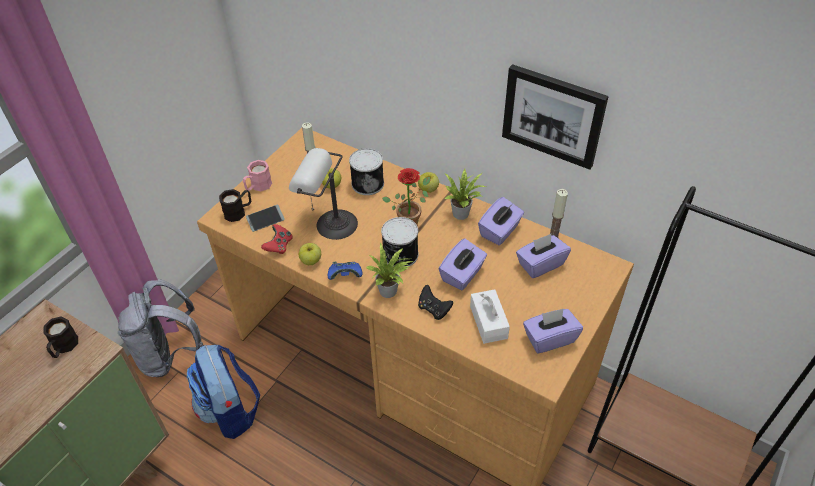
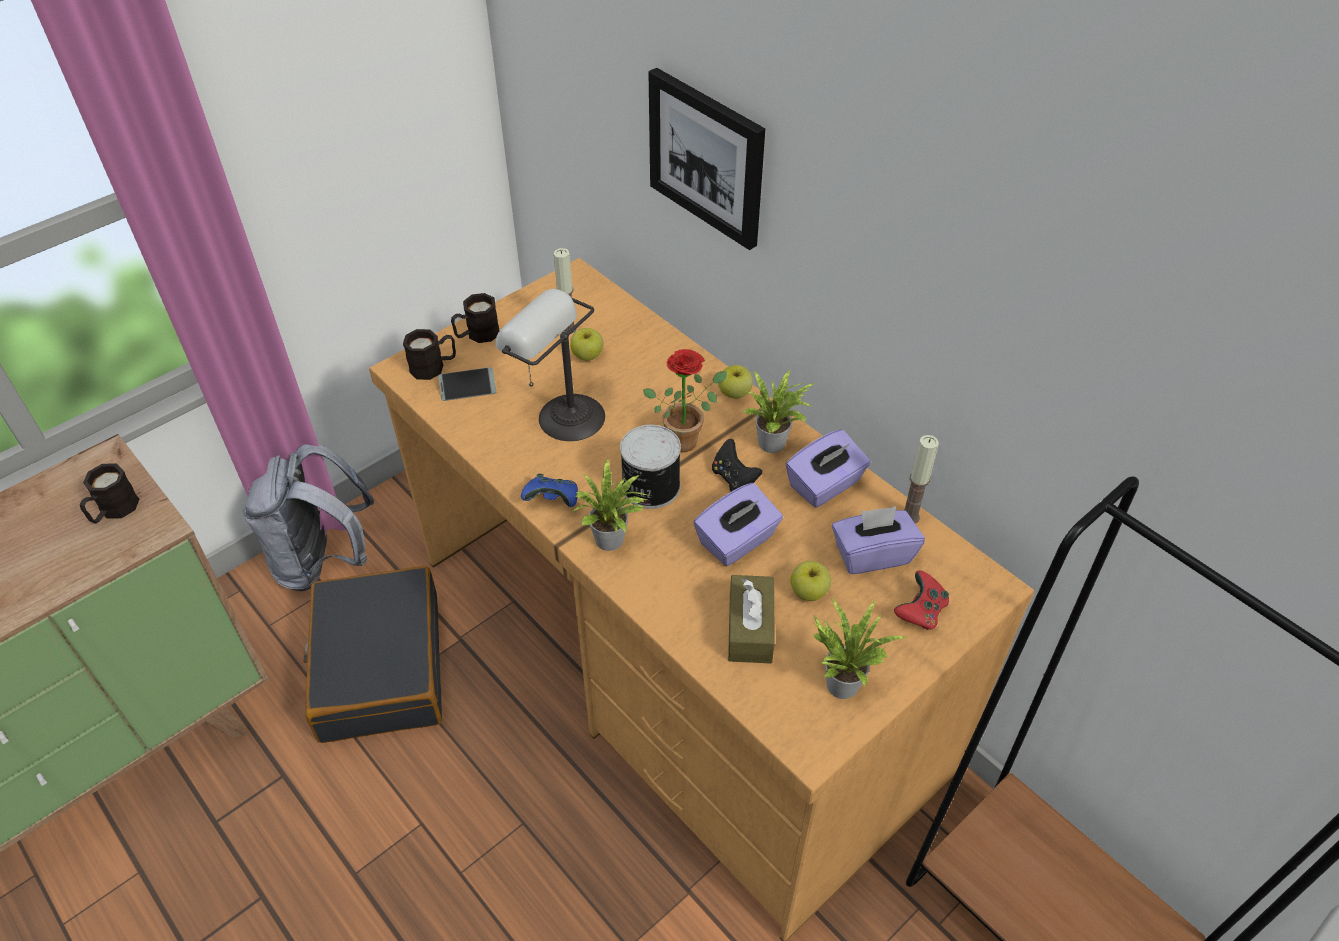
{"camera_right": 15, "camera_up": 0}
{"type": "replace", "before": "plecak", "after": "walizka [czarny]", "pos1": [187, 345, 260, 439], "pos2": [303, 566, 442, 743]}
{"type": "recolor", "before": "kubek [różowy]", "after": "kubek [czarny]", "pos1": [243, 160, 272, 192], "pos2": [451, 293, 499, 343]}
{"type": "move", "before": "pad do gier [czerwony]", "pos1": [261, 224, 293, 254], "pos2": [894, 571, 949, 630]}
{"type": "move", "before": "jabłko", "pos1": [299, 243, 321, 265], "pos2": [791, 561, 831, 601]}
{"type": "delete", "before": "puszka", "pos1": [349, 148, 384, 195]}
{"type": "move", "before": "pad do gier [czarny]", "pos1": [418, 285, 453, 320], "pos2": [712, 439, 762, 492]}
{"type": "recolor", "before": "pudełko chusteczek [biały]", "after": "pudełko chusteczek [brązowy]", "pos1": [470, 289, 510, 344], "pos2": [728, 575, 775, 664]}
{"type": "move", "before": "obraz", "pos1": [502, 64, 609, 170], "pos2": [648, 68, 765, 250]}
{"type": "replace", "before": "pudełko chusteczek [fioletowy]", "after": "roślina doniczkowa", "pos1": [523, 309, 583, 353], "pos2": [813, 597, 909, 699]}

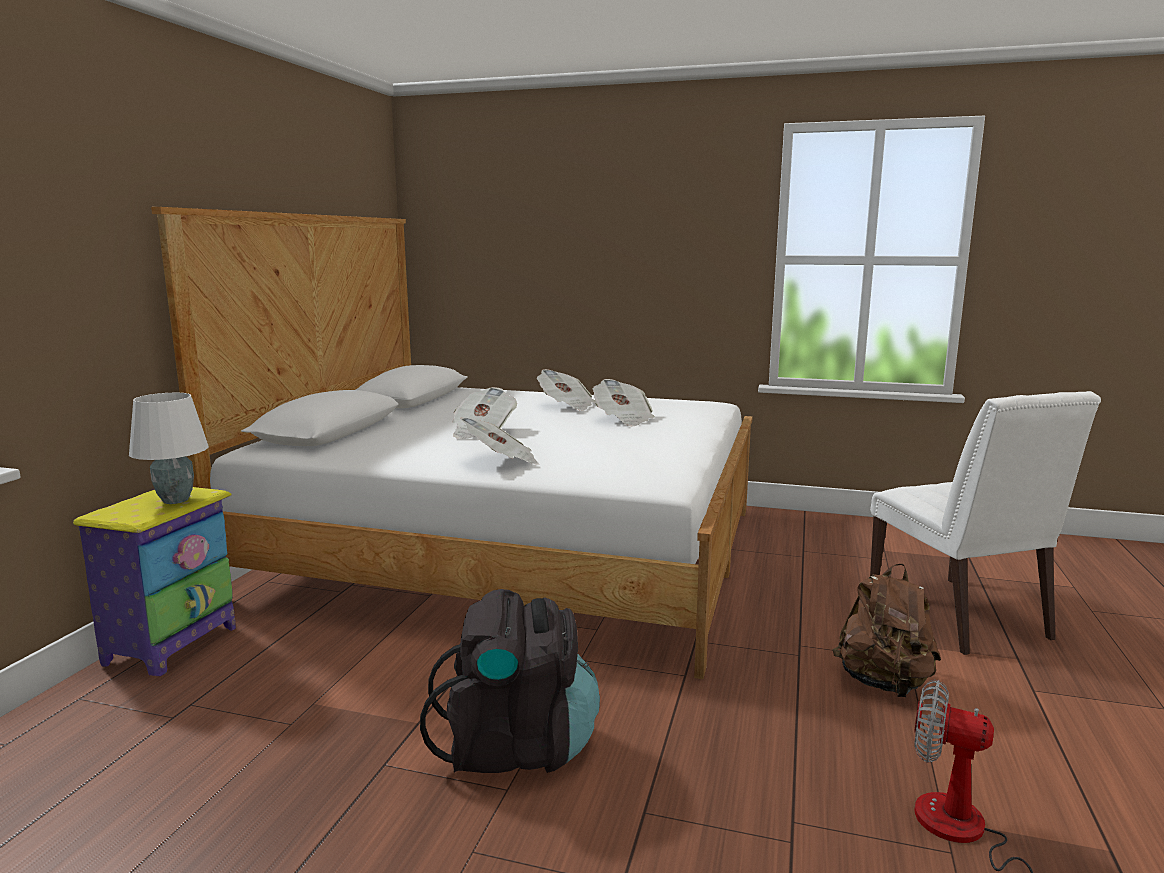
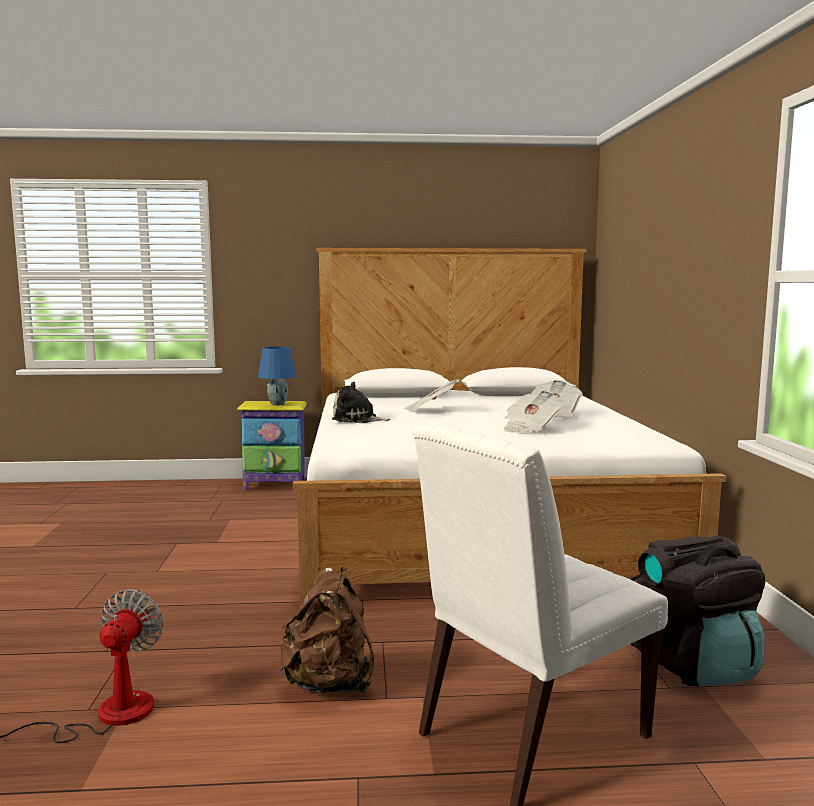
{"camera_right": 70, "camera_up": -5}
{"type": "recolor", "before": "lampa stołowa [biały]", "after": "lampa stołowa [niebieski]", "pos1": [129, 393, 209, 504], "pos2": [258, 347, 296, 406]}
{"type": "move", "before": "plecak [czarny]", "pos1": [420, 589, 600, 773], "pos2": [630, 536, 765, 686]}
{"type": "replace", "before": "gazeta", "after": "pluszak", "pos1": [460, 417, 540, 465], "pos2": [332, 382, 391, 423]}

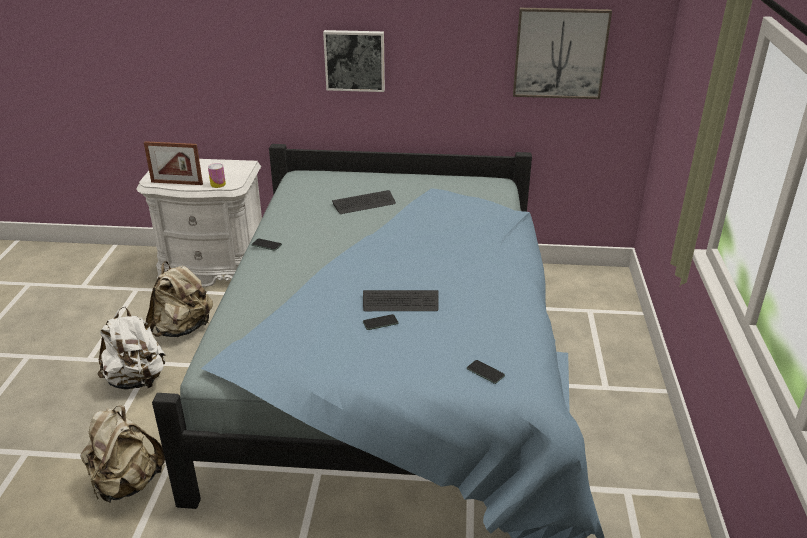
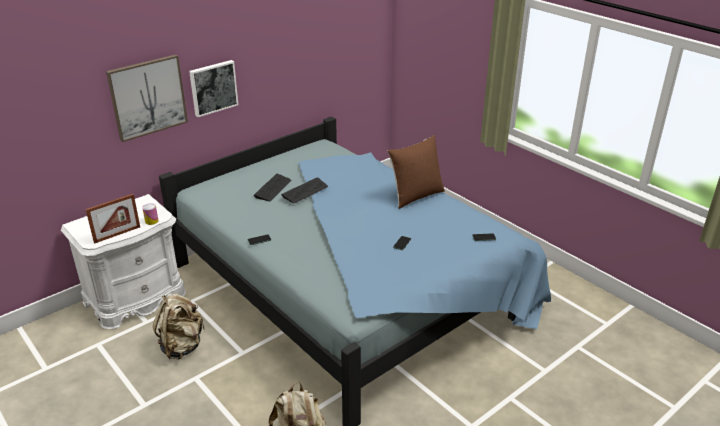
{"camera_right": -45, "camera_up": 0}
{"type": "delete", "before": "plecak [biały]", "pos1": [97, 306, 166, 390]}
{"type": "move", "before": "klawiatura", "pos1": [363, 290, 439, 311], "pos2": [281, 177, 328, 203]}
{"type": "move", "before": "obraz", "pos1": [513, 8, 612, 99], "pos2": [106, 54, 188, 142]}
{"type": "insert", "after": "poduszka [brązowy]", "pos2": [387, 135, 445, 209]}

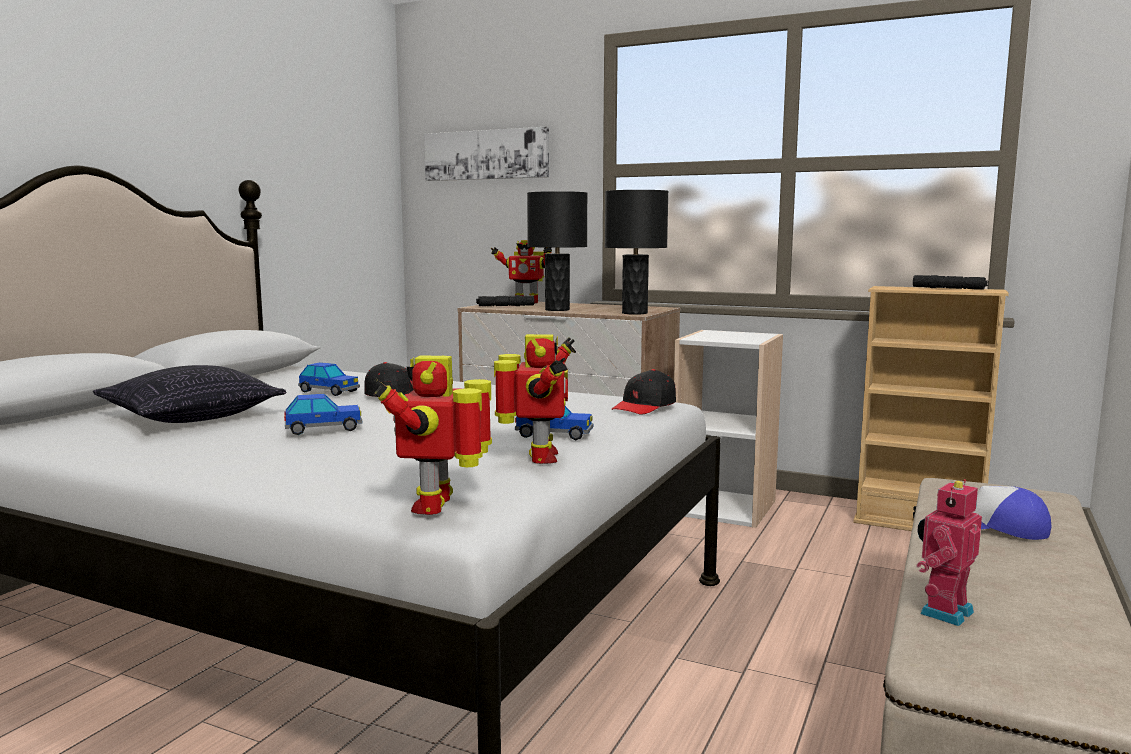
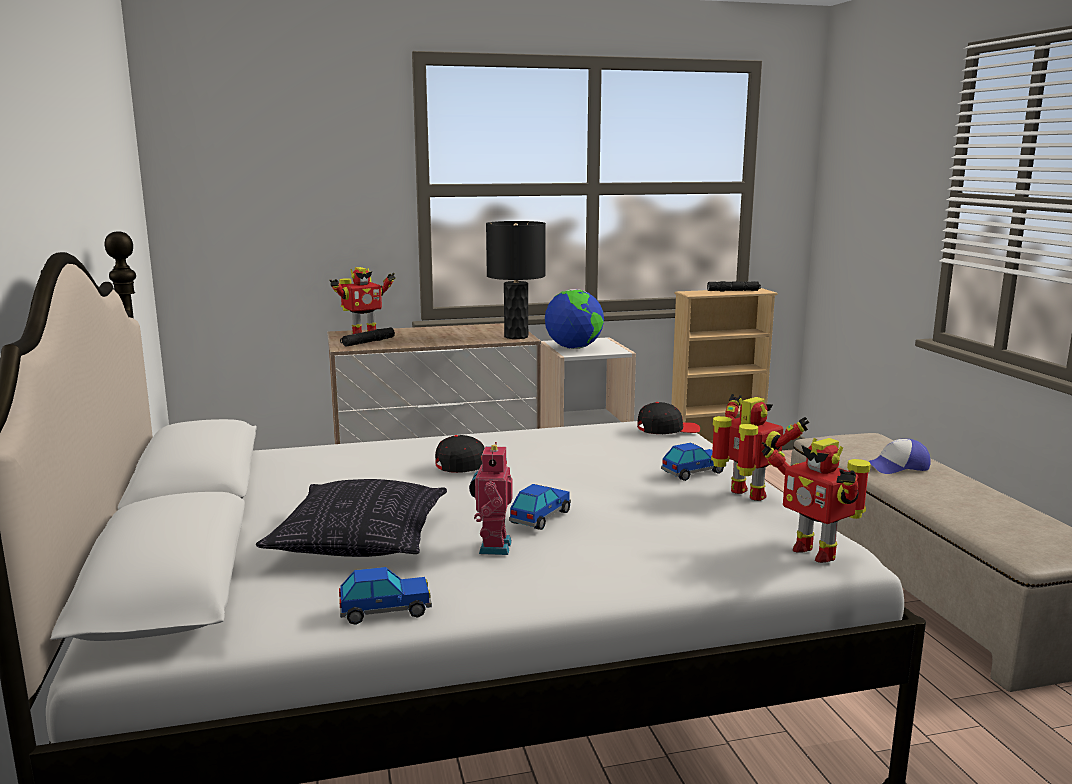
{"camera_right": -40, "camera_up": 5}
{"type": "move", "before": "samochodzik", "pos1": [298, 362, 360, 396], "pos2": [339, 567, 432, 625]}
{"type": "delete", "before": "obraz", "pos1": [424, 127, 549, 181]}
{"type": "delete", "before": "lampa stołowa [czarny]", "pos1": [527, 191, 588, 311]}
{"type": "rotate", "before": "czapka z daszkiem [czarny]", "pos1": [612, 369, 676, 415], "pos2": [637, 402, 700, 434], "turn": -105}
{"type": "move", "before": "robot zabawkowy", "pos1": [917, 479, 982, 626], "pos2": [469, 442, 513, 555]}
{"type": "insert", "after": "globus", "pos2": [545, 289, 604, 349]}

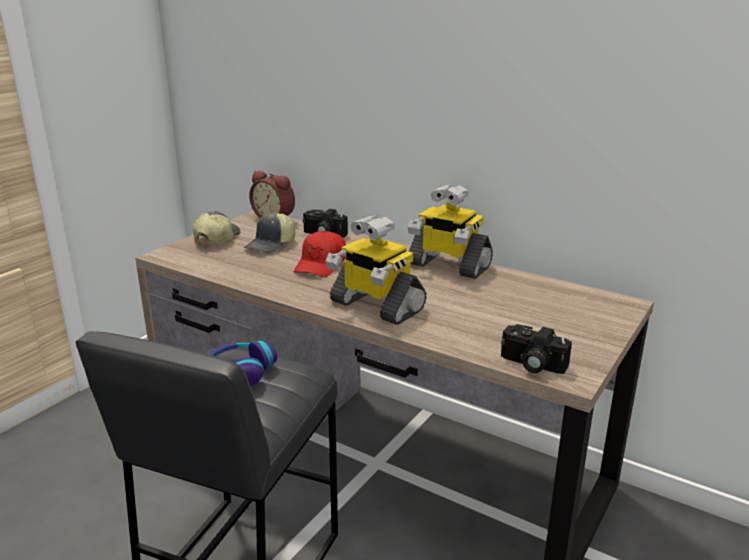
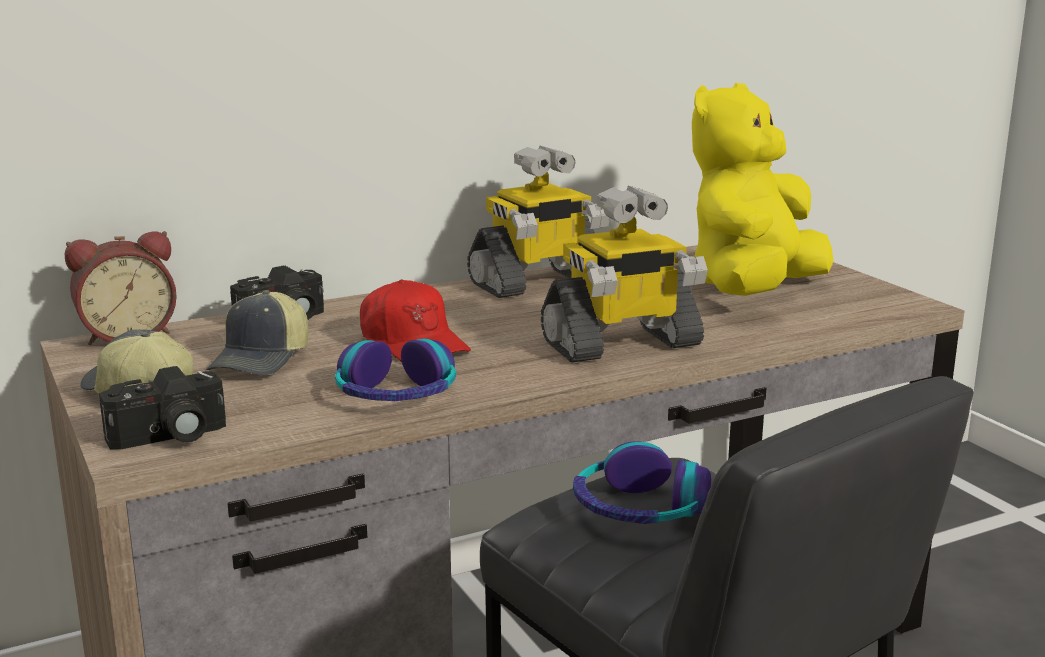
{"camera_right": -60, "camera_up": -5}
{"type": "rotate", "before": "czapka z daszkiem", "pos1": [244, 213, 295, 253], "pos2": [206, 290, 308, 375], "turn": 45}
{"type": "move", "before": "aparat fotograficzny", "pos1": [501, 324, 572, 374], "pos2": [99, 366, 226, 449]}
{"type": "insert", "after": "słuchawki", "pos2": [335, 339, 456, 401]}
{"type": "insert", "after": "pluszak [żółty]", "pos2": [692, 83, 834, 296]}

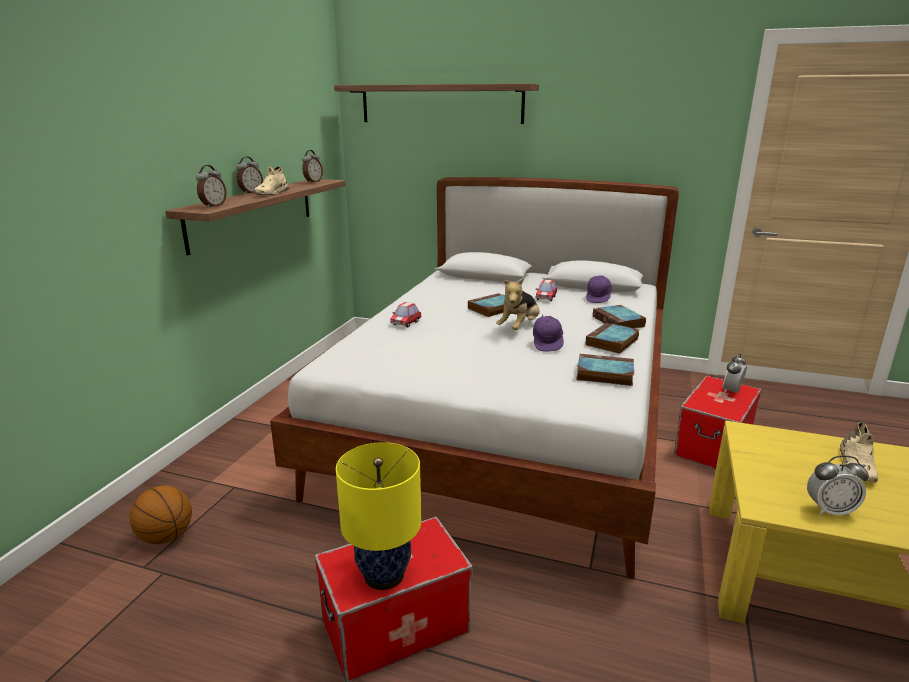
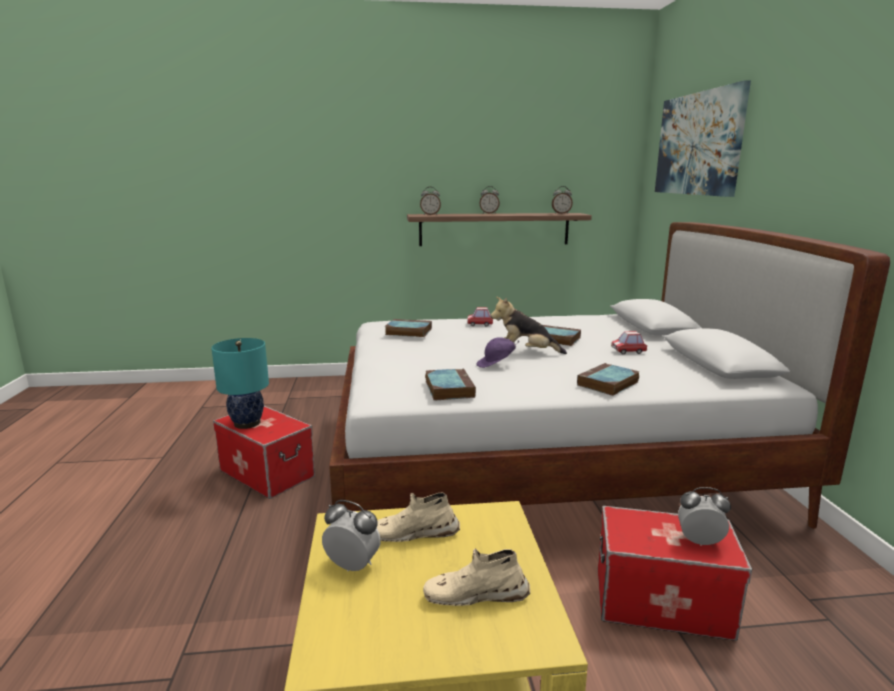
{"camera_right": 65, "camera_up": -5}
{"type": "delete", "before": "piłka do koszykówki", "pos1": [129, 486, 192, 544]}
{"type": "move", "before": "but [beżowy]", "pos1": [254, 166, 290, 195], "pos2": [377, 492, 460, 542]}
{"type": "replace", "before": "półka", "after": "obraz", "pos1": [334, 83, 539, 124], "pos2": [655, 80, 751, 197]}
{"type": "recolor", "before": "lampa stołowa [żółty]", "after": "lampa stołowa [turkusowy]", "pos1": [336, 442, 421, 590], "pos2": [211, 338, 269, 429]}
{"type": "delete", "before": "czapka z daszkiem [fioletowy]", "pos1": [586, 276, 612, 303]}
{"type": "move", "before": "książka", "pos1": [586, 323, 639, 354], "pos2": [385, 319, 432, 337]}
{"type": "rotate", "before": "budzik", "pos1": [807, 455, 869, 516], "pos2": [322, 500, 381, 571], "turn": 135}

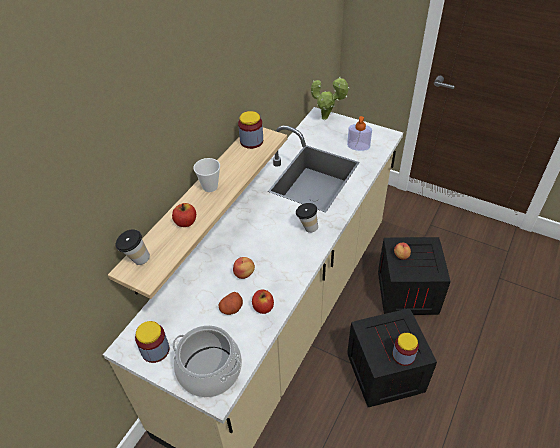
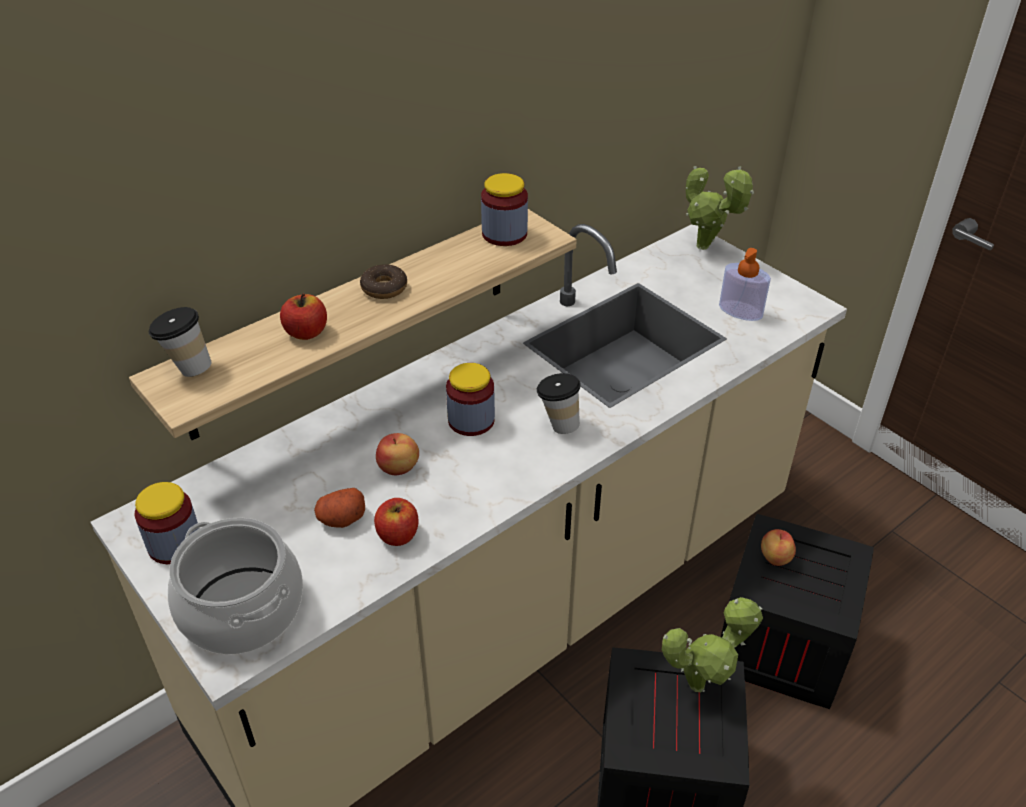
{"camera_right": 20, "camera_up": -5}
{"type": "replace", "before": "filiżanka", "after": "donut", "pos1": [194, 158, 220, 192], "pos2": [360, 264, 407, 299]}
{"type": "move", "before": "słoik", "pos1": [392, 333, 419, 366], "pos2": [446, 363, 495, 436]}
{"type": "insert", "after": "roślina doniczkowa", "pos2": [662, 597, 763, 692]}

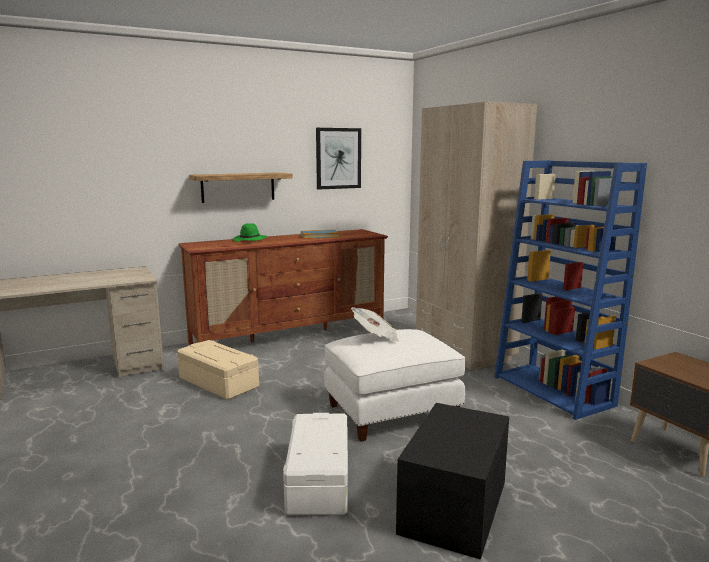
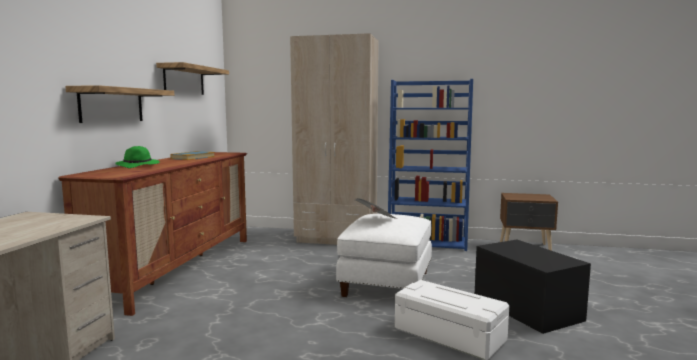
{"camera_right": -50, "camera_up": -5}
{"type": "delete", "before": "pojemnik do przechowywania [beżowy]", "pos1": [177, 340, 259, 400]}
{"type": "replace", "before": "obraz", "after": "półka", "pos1": [316, 128, 361, 190], "pos2": [156, 62, 229, 95]}

